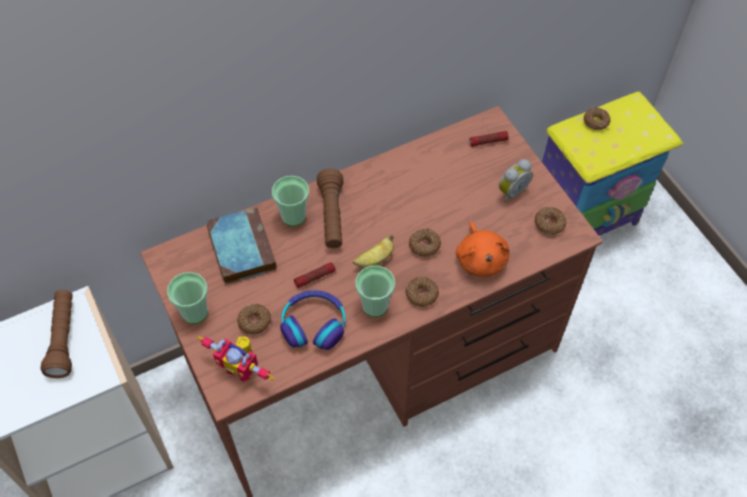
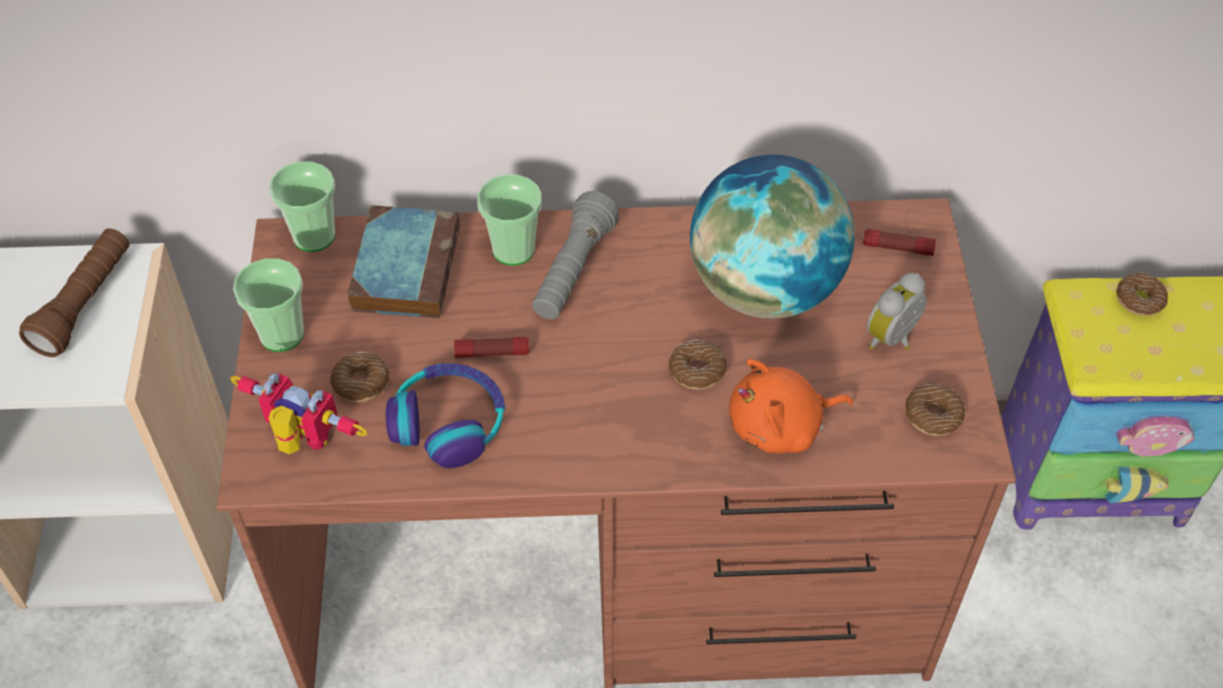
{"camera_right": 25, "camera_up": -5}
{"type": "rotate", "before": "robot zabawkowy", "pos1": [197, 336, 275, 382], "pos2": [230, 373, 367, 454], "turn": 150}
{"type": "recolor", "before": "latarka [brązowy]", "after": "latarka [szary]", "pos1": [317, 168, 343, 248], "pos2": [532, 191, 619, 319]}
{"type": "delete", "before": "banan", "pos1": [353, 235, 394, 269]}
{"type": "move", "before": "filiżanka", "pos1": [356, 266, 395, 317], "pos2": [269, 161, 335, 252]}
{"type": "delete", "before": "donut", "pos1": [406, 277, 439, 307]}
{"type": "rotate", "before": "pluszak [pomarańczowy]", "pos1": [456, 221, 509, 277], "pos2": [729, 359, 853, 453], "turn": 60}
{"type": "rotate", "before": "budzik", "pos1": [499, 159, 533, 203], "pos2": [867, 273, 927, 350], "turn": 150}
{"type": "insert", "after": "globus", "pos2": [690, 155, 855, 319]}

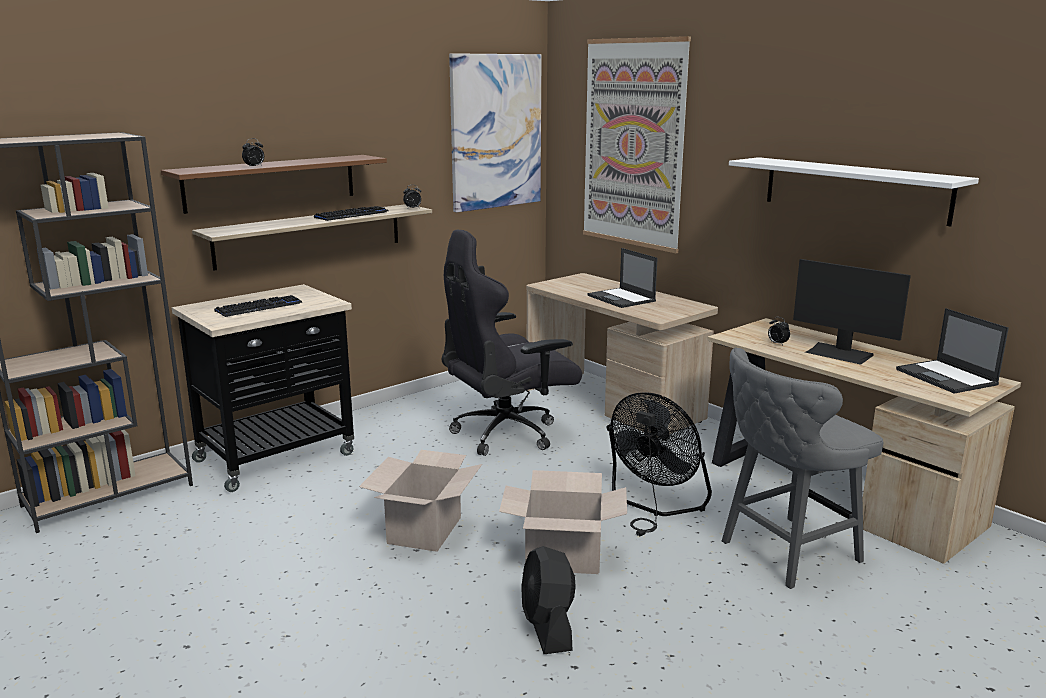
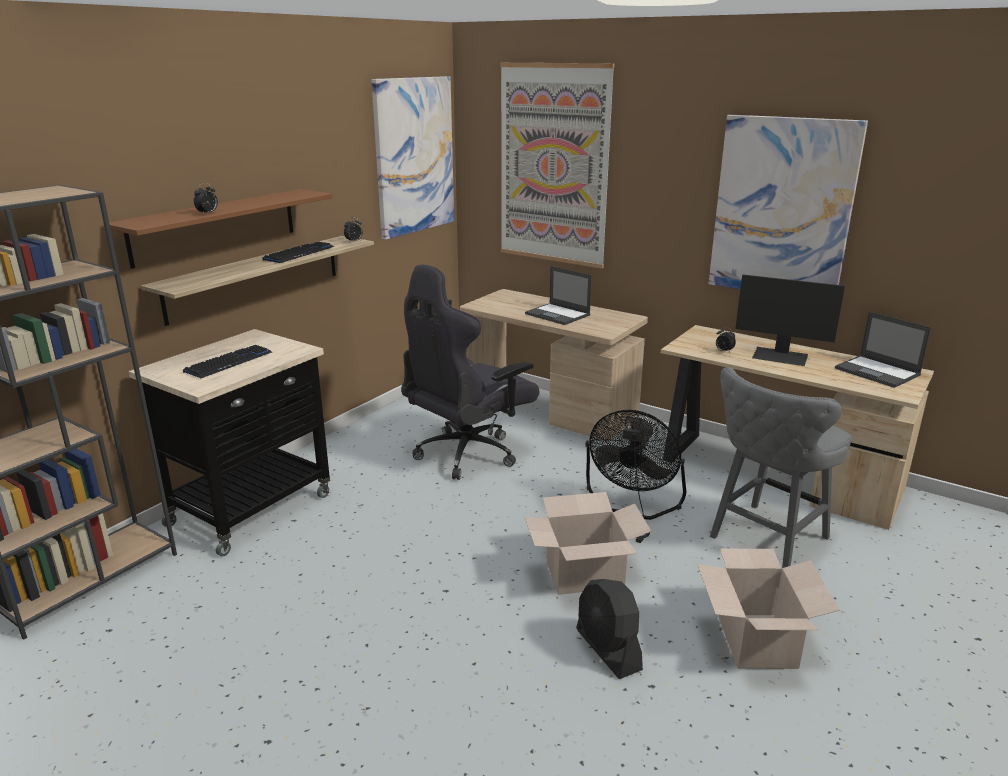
{"camera_right": -15, "camera_up": 5}
{"type": "move", "before": "karton", "pos1": [359, 450, 482, 552], "pos2": [697, 549, 840, 669]}
{"type": "replace", "before": "półka [biały]", "after": "obraz", "pos1": [729, 157, 979, 227], "pos2": [709, 115, 868, 289]}

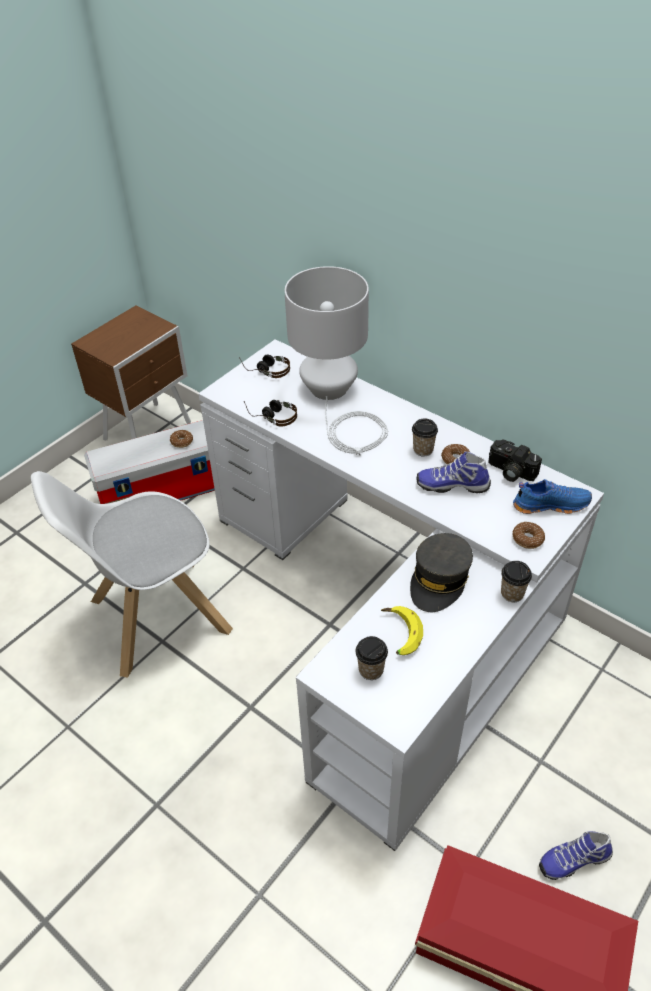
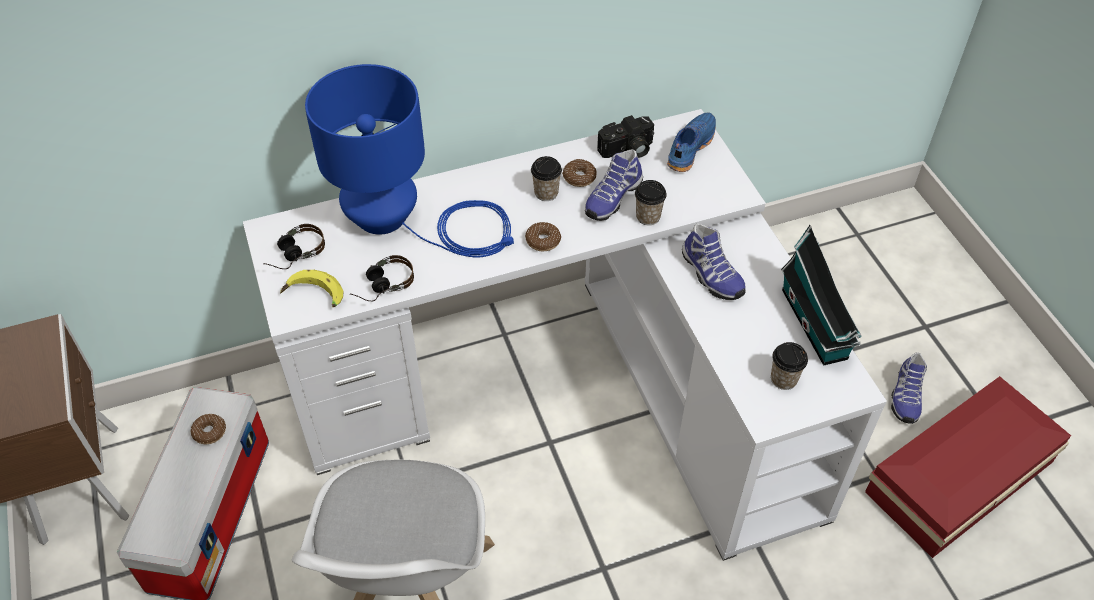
{"camera_right": -60, "camera_up": 5}
{"type": "recolor", "before": "lampa stołowa [szary]", "after": "lampa stołowa [niebieski]", "pos1": [285, 266, 388, 455], "pos2": [305, 64, 514, 258]}
{"type": "move", "before": "banan", "pos1": [381, 606, 423, 655], "pos2": [280, 270, 343, 307]}
{"type": "replace", "before": "czapka z daszkiem [szary]", "after": "but", "pos1": [410, 533, 473, 612], "pos2": [682, 224, 746, 300]}
{"type": "move", "before": "filiżanka", "pos1": [501, 561, 532, 602], "pos2": [635, 180, 667, 225]}
{"type": "move", "before": "donut", "pos1": [513, 522, 545, 549], "pos2": [525, 222, 561, 251]}
{"type": "insert", "after": "domek", "pos2": [781, 225, 862, 366]}

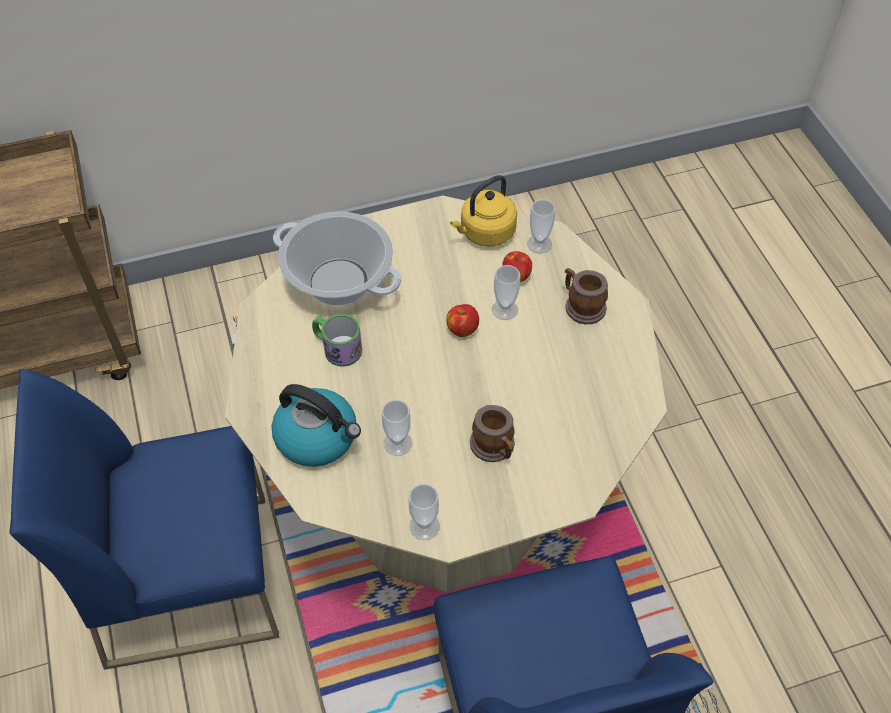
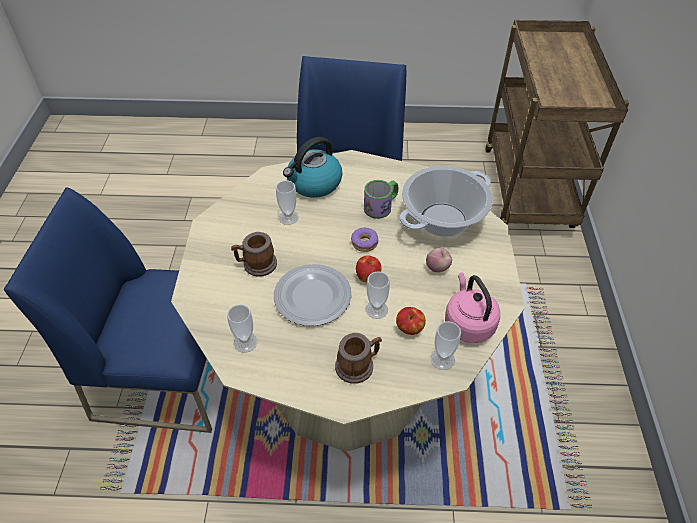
{"camera_right": 110, "camera_up": -5}
{"type": "move", "before": "filiżanka", "pos1": [409, 484, 440, 540], "pos2": [227, 304, 257, 353]}
{"type": "recolor", "before": "czajnik [żółty]", "after": "czajnik [różowy]", "pos1": [450, 175, 517, 247], "pos2": [445, 272, 500, 343]}
{"type": "insert", "after": "talerz", "pos2": [274, 264, 352, 326]}
{"type": "insert", "after": "donut", "pos2": [351, 227, 379, 252]}
{"type": "insert", "after": "jabłko", "pos2": [426, 248, 452, 272]}

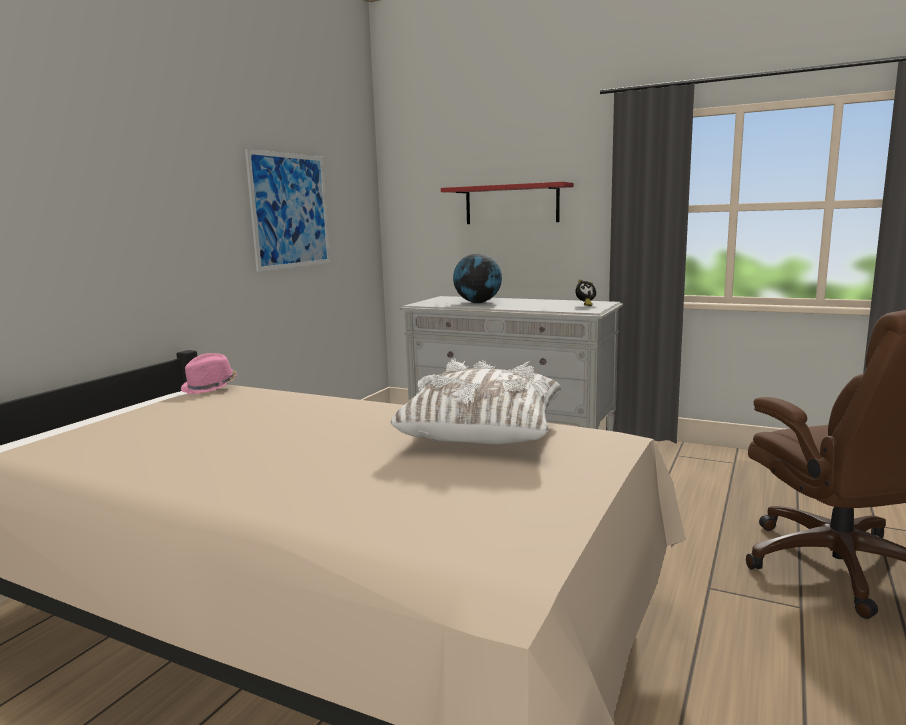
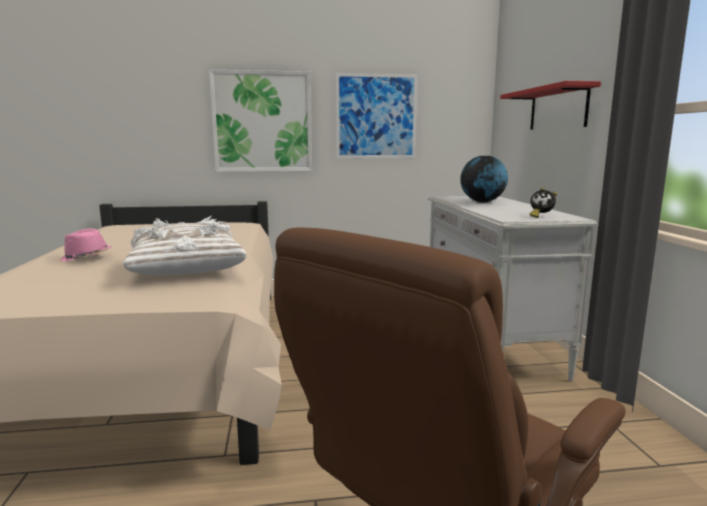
{"camera_right": 55, "camera_up": 0}
{"type": "move", "before": "kapelusz [różowy]", "pos1": [181, 353, 237, 394], "pos2": [60, 228, 112, 261]}
{"type": "insert", "after": "obraz", "pos2": [209, 70, 312, 172]}

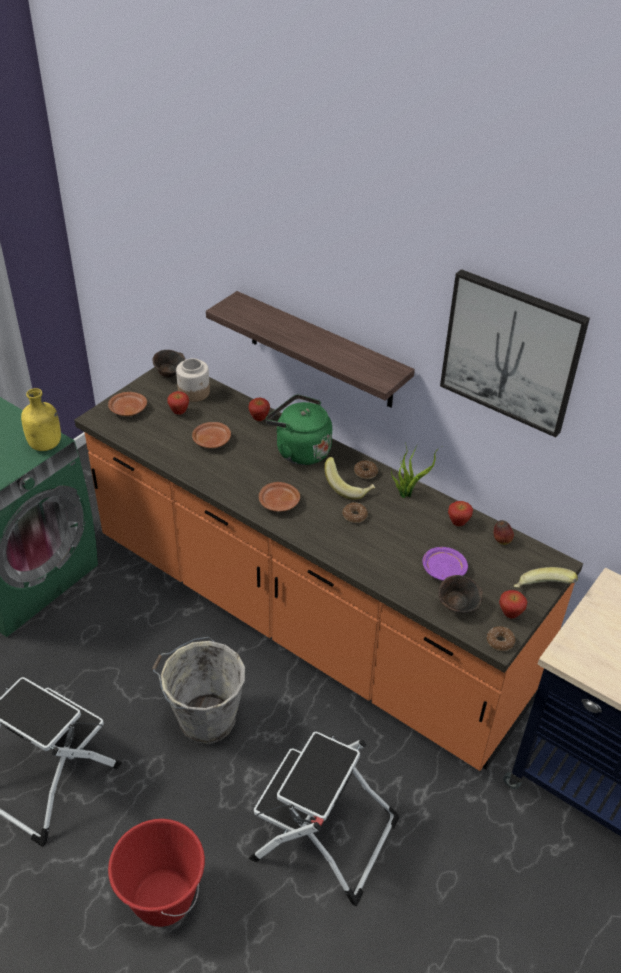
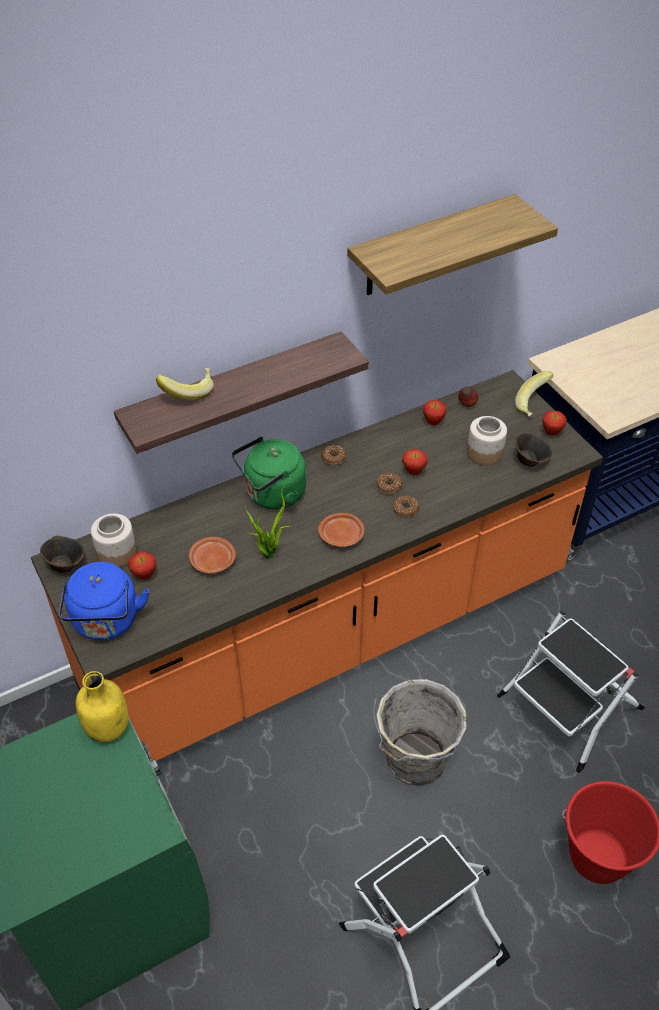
{"camera_right": -65, "camera_up": 5}
{"type": "replace", "before": "talerz [brązowy]", "after": "czajnik [niebieski]", "pos1": [108, 392, 147, 416], "pos2": [59, 562, 149, 640]}
{"type": "move", "before": "jabłko", "pos1": [249, 397, 270, 421], "pos2": [402, 449, 428, 475]}
{"type": "move", "before": "banan", "pos1": [324, 457, 375, 500], "pos2": [156, 368, 214, 401]}
{"type": "move", "before": "roślina doniczkowa", "pos1": [391, 441, 439, 498], "pos2": [246, 481, 293, 559]}
{"type": "replace", "before": "talerz [fioletowy]", "after": "słoik", "pos1": [422, 547, 468, 581], "pos2": [467, 416, 507, 466]}
{"type": "replace", "before": "obraz", "after": "półka", "pos1": [440, 269, 590, 438], "pos2": [347, 194, 558, 295]}
{"type": "move", "before": "donut", "pos1": [487, 626, 516, 651], "pos2": [393, 495, 419, 517]}

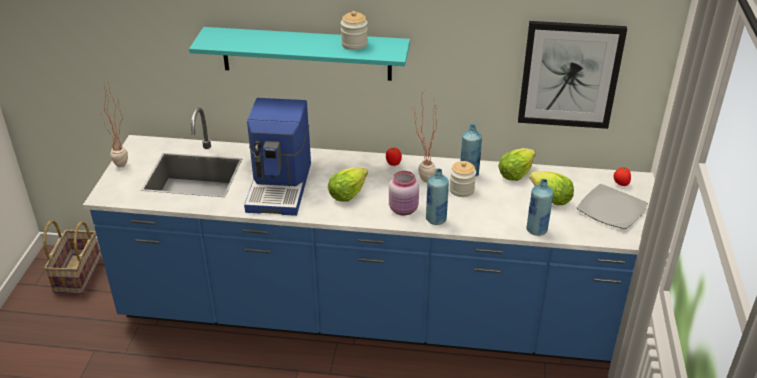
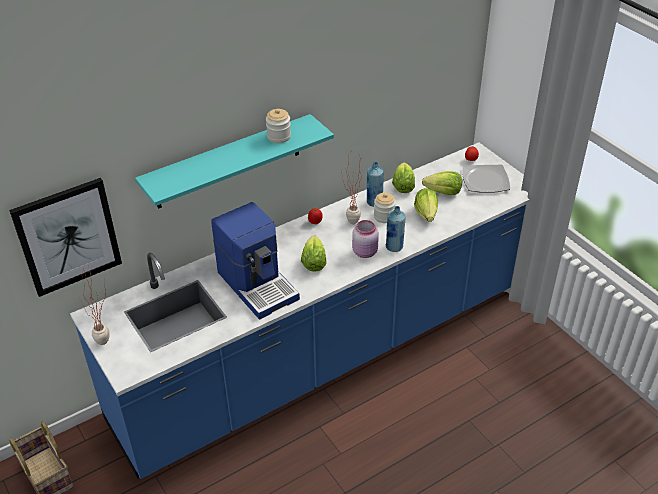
{"camera_right": -40, "camera_up": 5}
{"type": "move", "before": "obraz", "pos1": [518, 21, 627, 129], "pos2": [9, 178, 122, 297]}
{"type": "delete", "before": "butelka [niebieski]", "pos1": [526, 179, 554, 236]}
{"type": "insert", "after": "sałata", "pos2": [414, 188, 438, 222]}

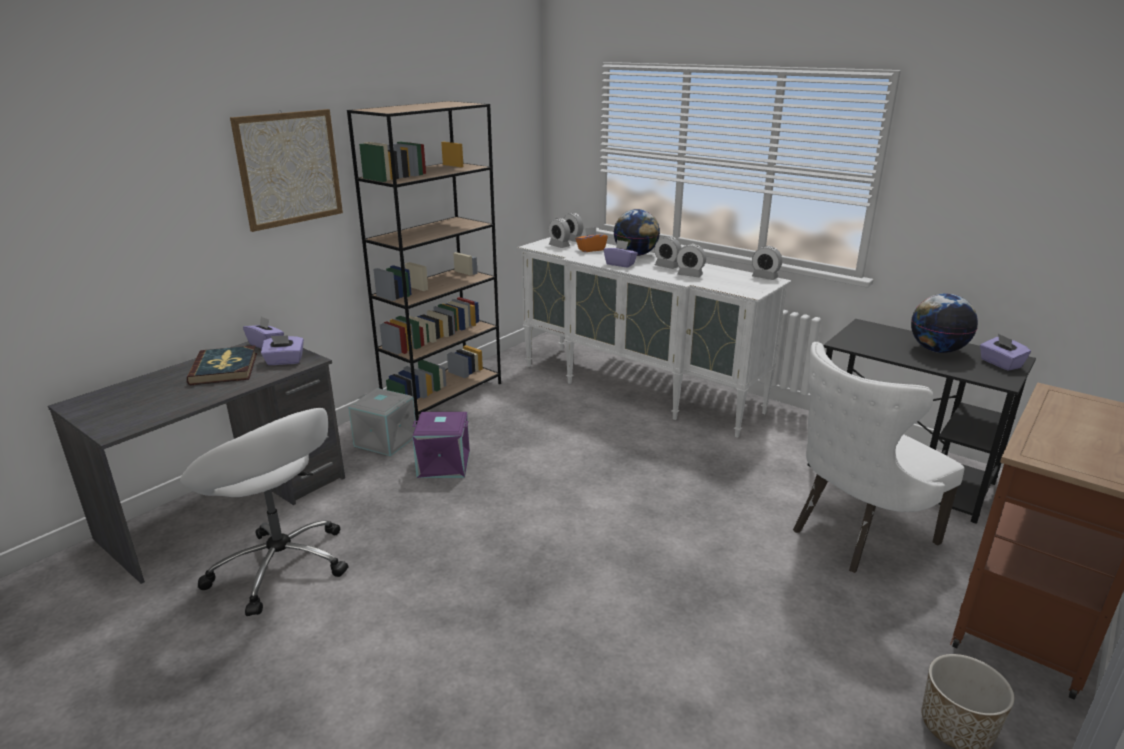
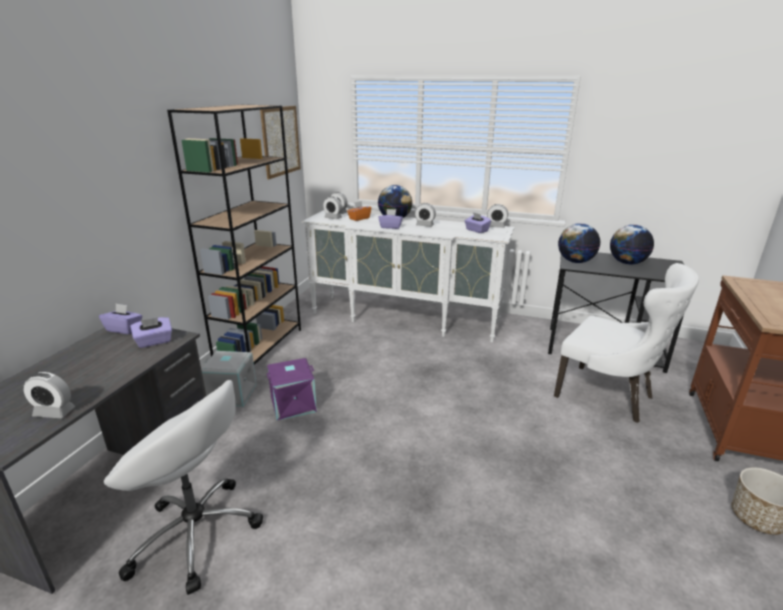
{"camera_right": -20, "camera_up": 0}
{"type": "delete", "before": "książka", "pos1": [187, 345, 257, 385]}
{"type": "move", "before": "obraz", "pos1": [230, 109, 343, 232], "pos2": [260, 106, 301, 179]}
{"type": "move", "before": "budzik", "pos1": [676, 244, 706, 277], "pos2": [23, 372, 75, 418]}
{"type": "rotate", "before": "krzesło [biały]", "pos1": [793, 342, 964, 573], "pos2": [554, 263, 699, 423], "turn": -90}
{"type": "move", "before": "pudełko chusteczek [fioletowy]", "pos1": [980, 334, 1031, 371], "pos2": [465, 212, 491, 233]}
{"type": "insert", "after": "globus", "pos2": [558, 223, 600, 263]}

